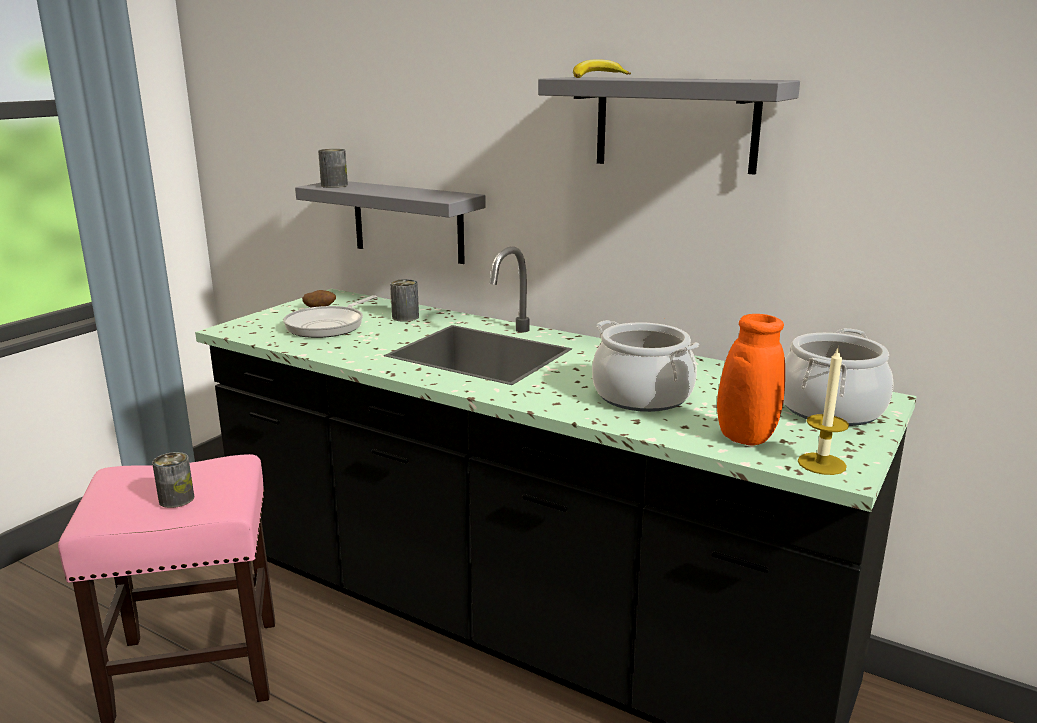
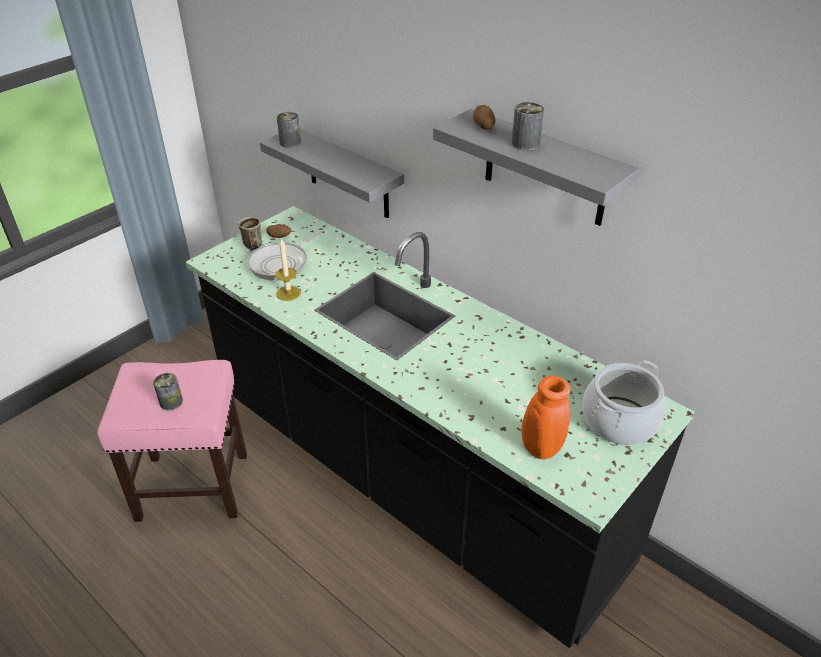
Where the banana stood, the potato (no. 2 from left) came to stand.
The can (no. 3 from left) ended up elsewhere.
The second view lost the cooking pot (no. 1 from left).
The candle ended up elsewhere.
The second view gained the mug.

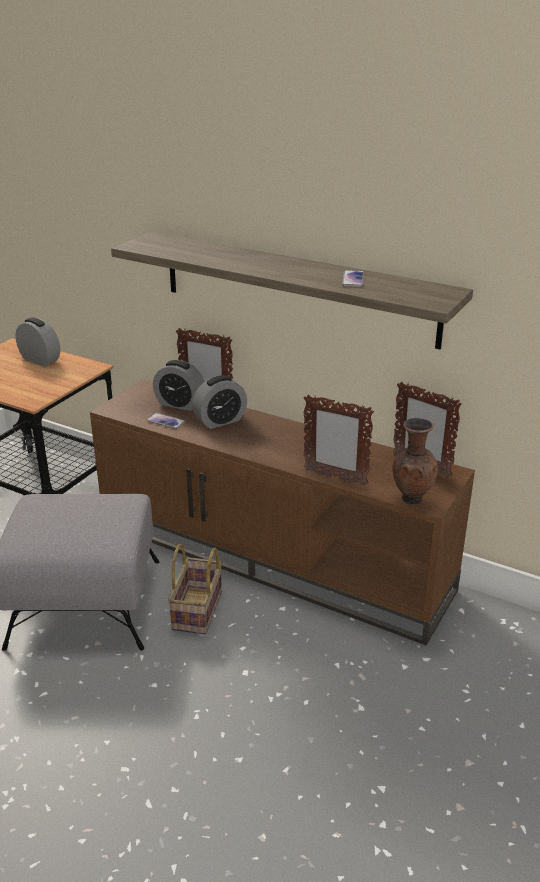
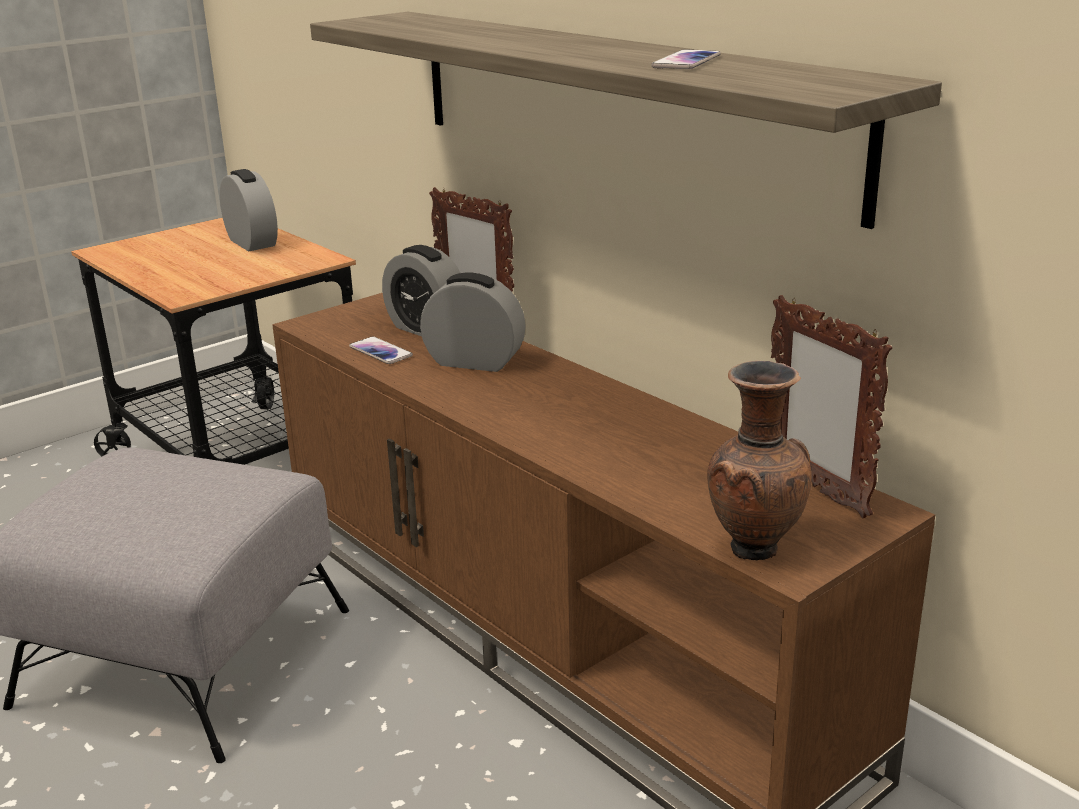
The alarm clock (no. 3 from left) ended up facing another way, 150 degrees counterclockwise from before.
The second view lost the picture frame (no. 2 from left).
The second view lost the basket.

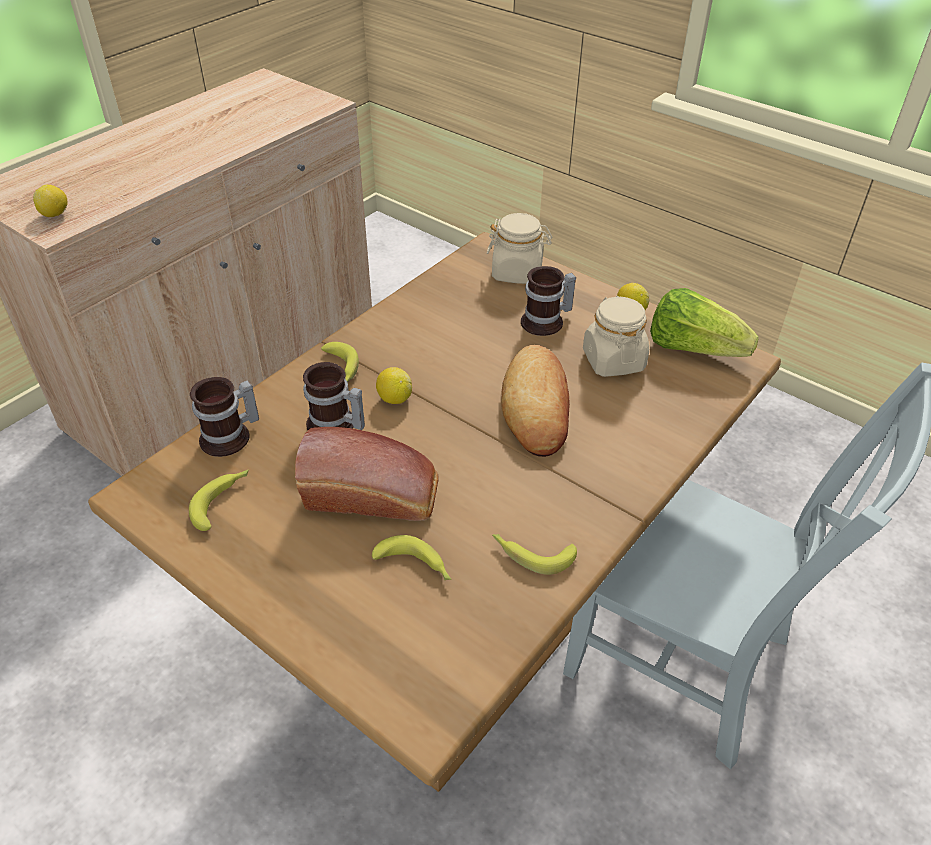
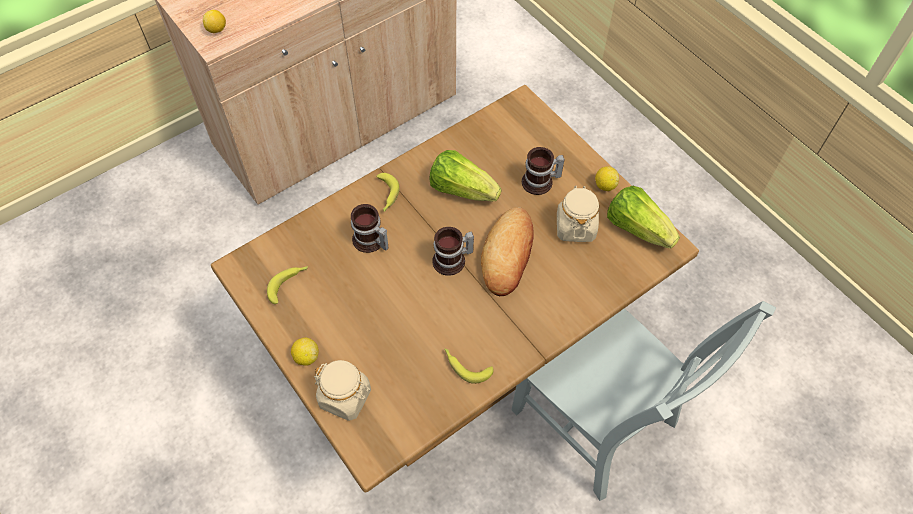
The jar (beige) (no. 1 from left) ended up elsewhere.
The lemon (no. 2 from left) ended up elsewhere.
The mug (no. 1 from left in the first image) ended up elsewhere.
The second view lost the bread (no. 1 from left).
The second view lost the banana (no. 3 from left).
The second view gained the lettuce (no. 1 from left).

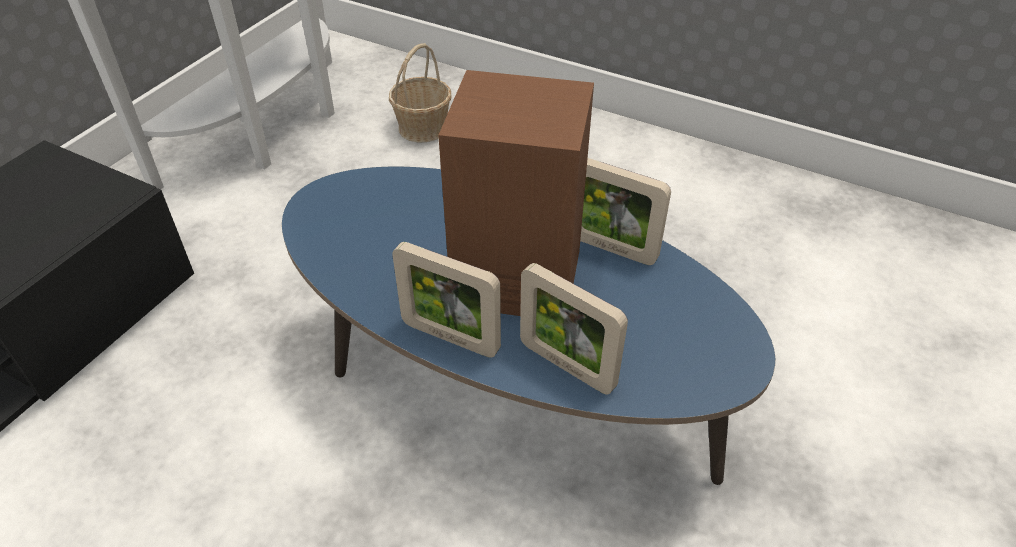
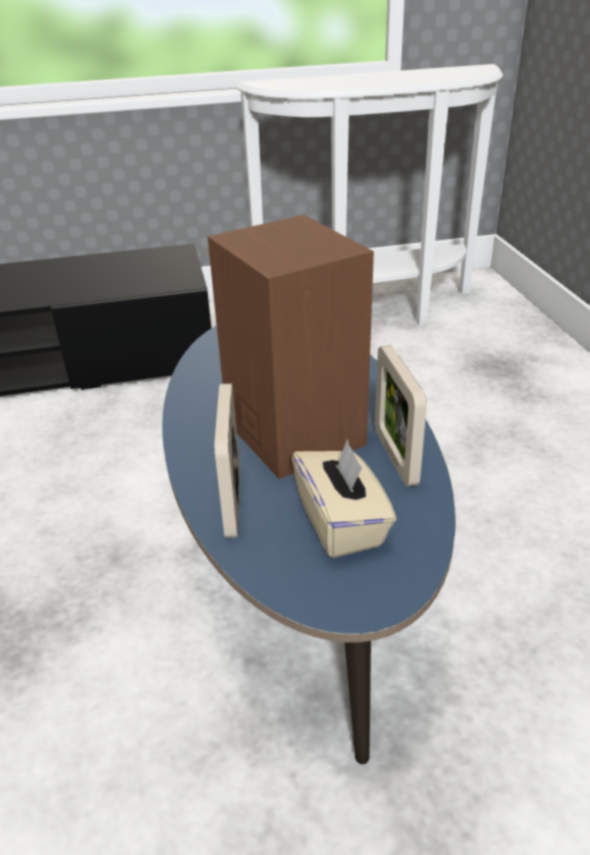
The second view lost the basket.
The second view lost the picture frame (no. 1 from left).
The second view gained the tissue box (beige).

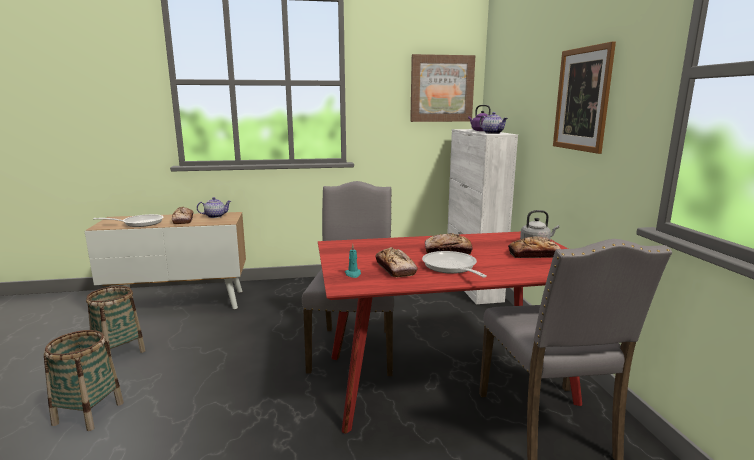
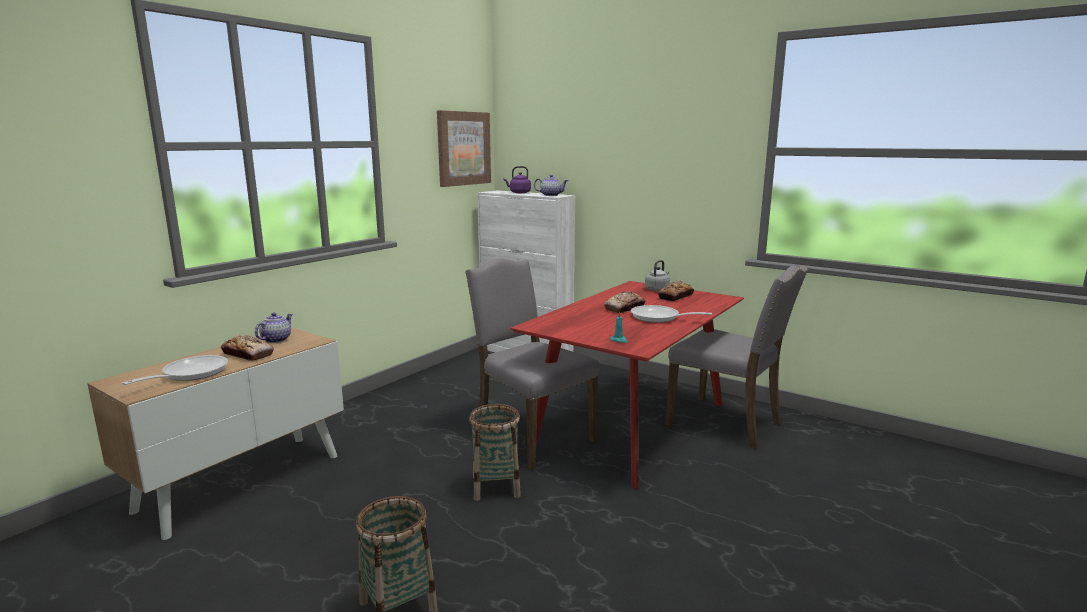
The second view lost the picture (no. 2 from left).
The second view lost the bread (no. 2 from left).
The basket (no. 2 from left) ended up elsewhere.

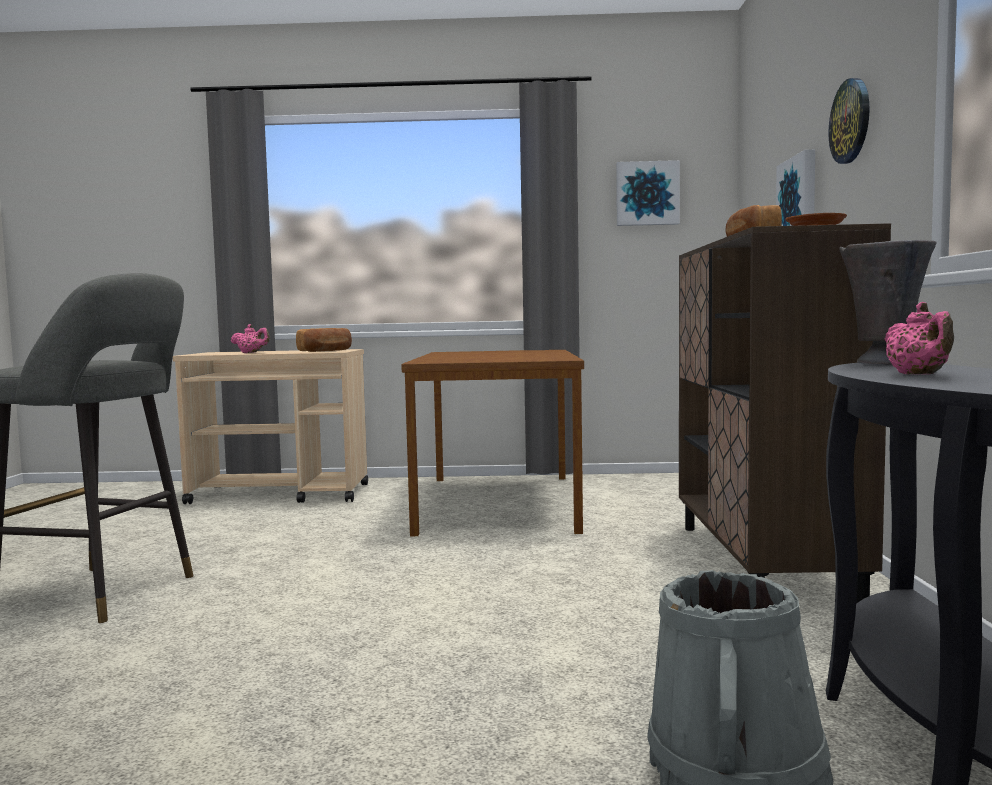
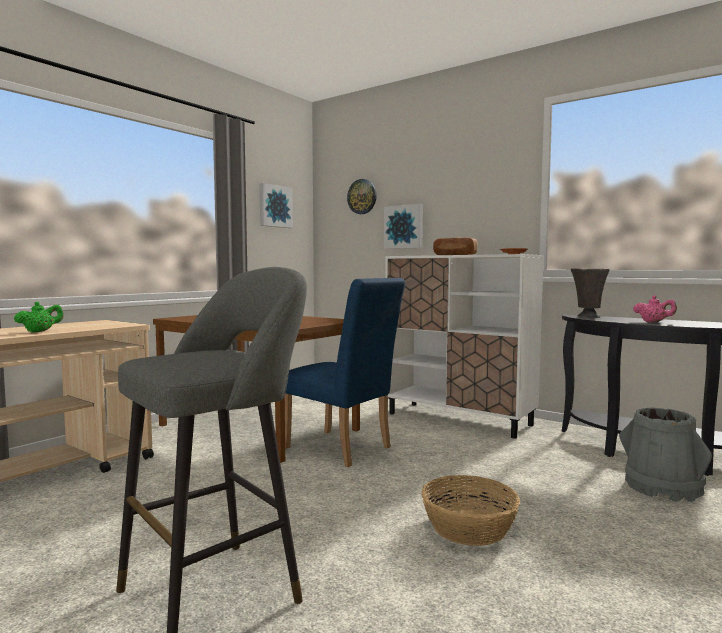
The wall clock ended up elsewhere.
What was the cabinet (brown) turned into the cabinet (white).
What was the teapot (pink) (no. 1 from left) turned into the teapot (green).
The second view lost the bread (no. 1 from left).
The second view gained the chair (blue).
The second view gained the basket.

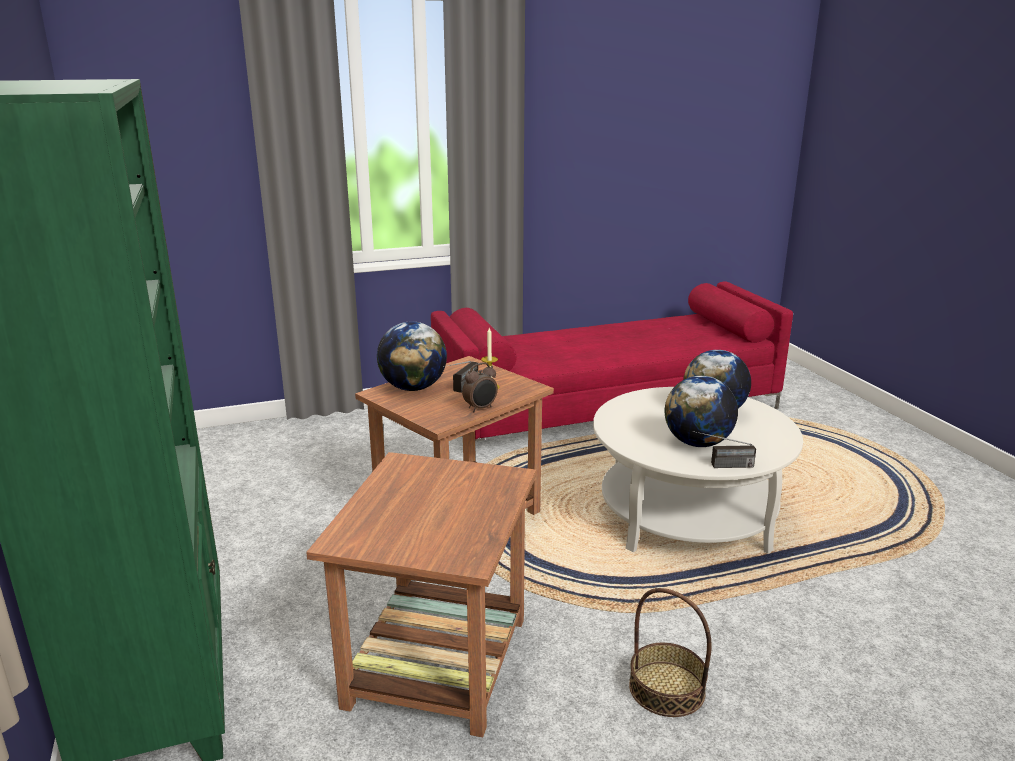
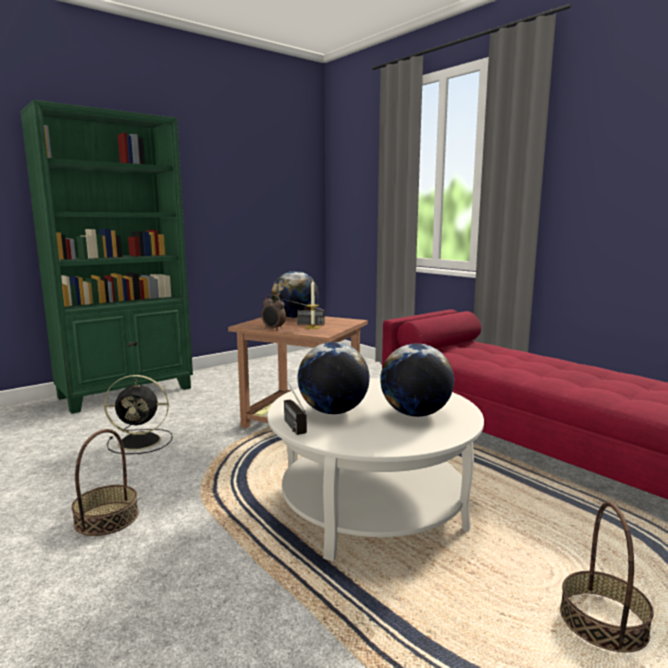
Where the side table (brown) (no. 1 from left) stood, the fan (black) came to stand.
The second view gained the basket (no. 2 from left).

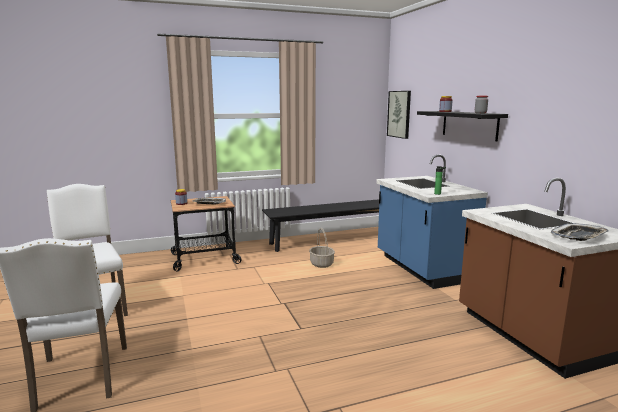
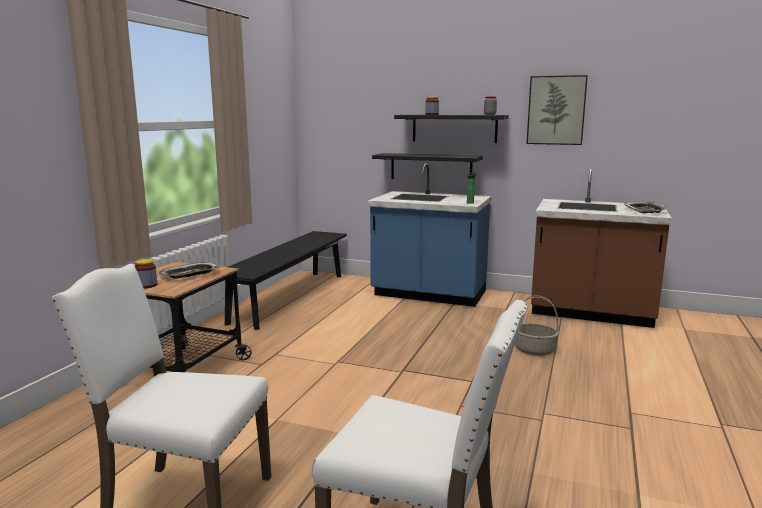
The picture ended up elsewhere.
The basket ended up elsewhere.
The second view gained the shelf (black) (no. 1 from left).

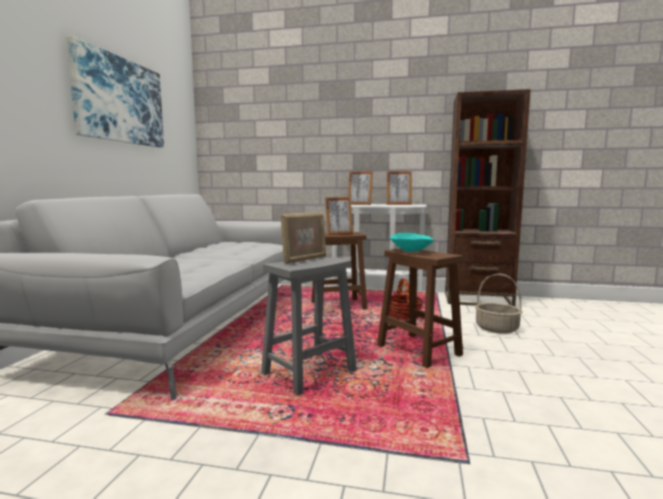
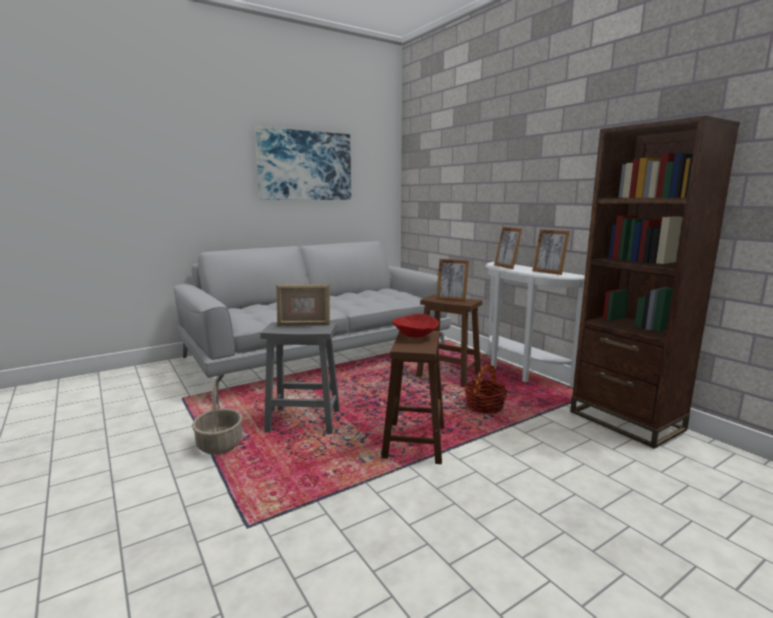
What was the bowl (turquoise) turned into the bowl (red).
The basket (no. 2 from left in the first image) ended up elsewhere.

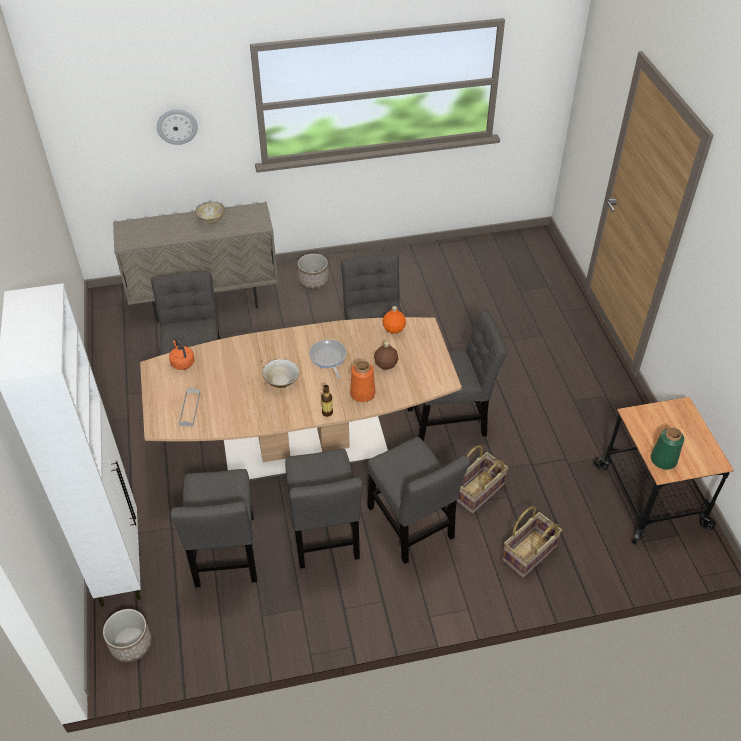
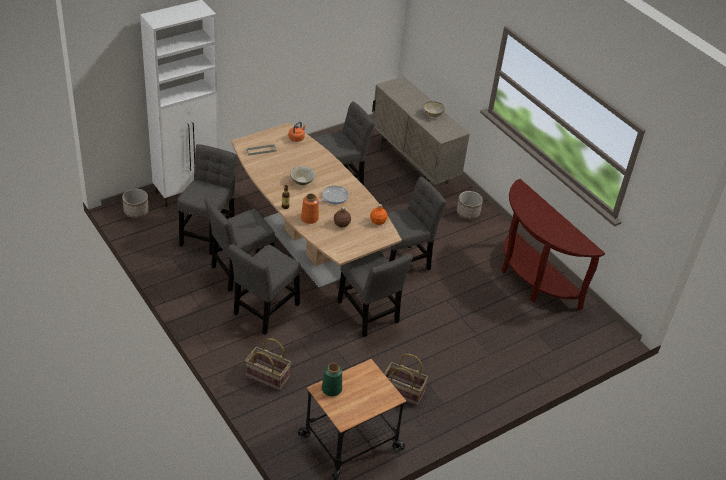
The second view lost the wall clock.
The basket (no. 1 from left in the first image) ended up elsewhere.
The chair (grey) (no. 2 from left in the first image) ended up facing another way, 135 degrees clockwise from before.
The second view gained the console table (brown).

